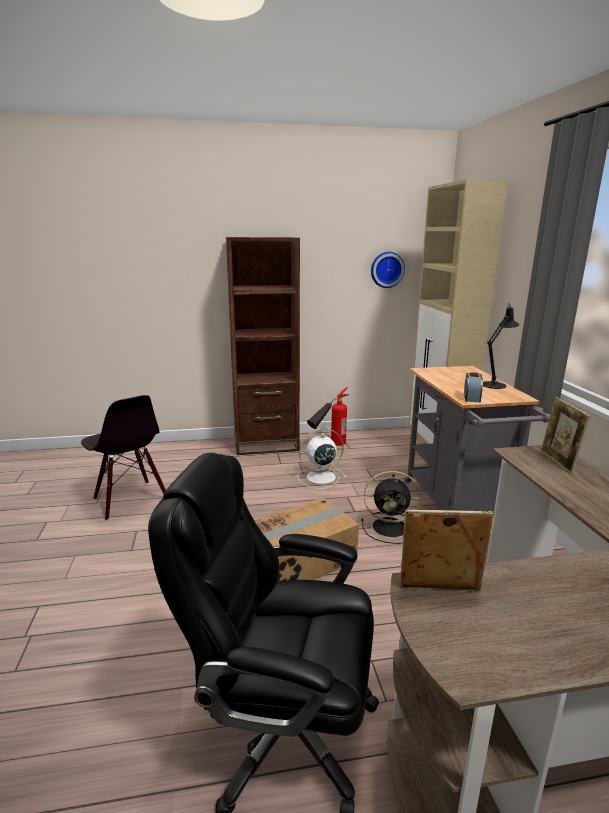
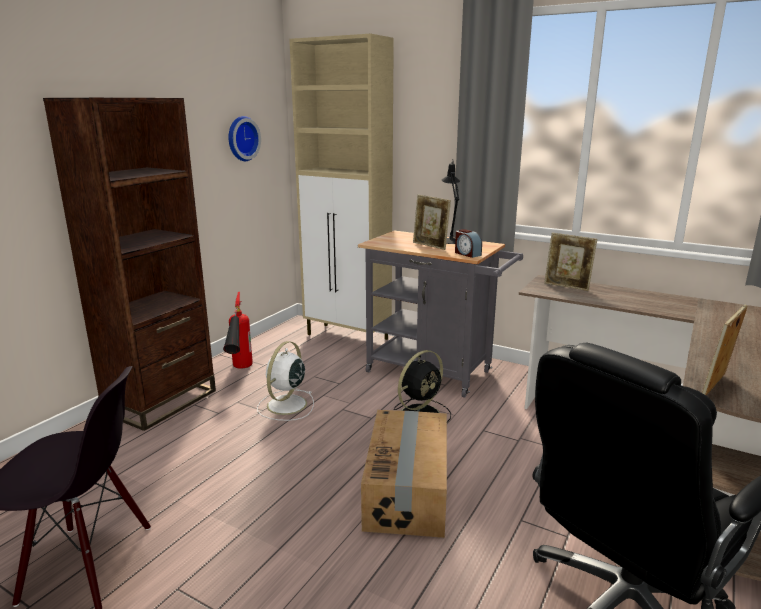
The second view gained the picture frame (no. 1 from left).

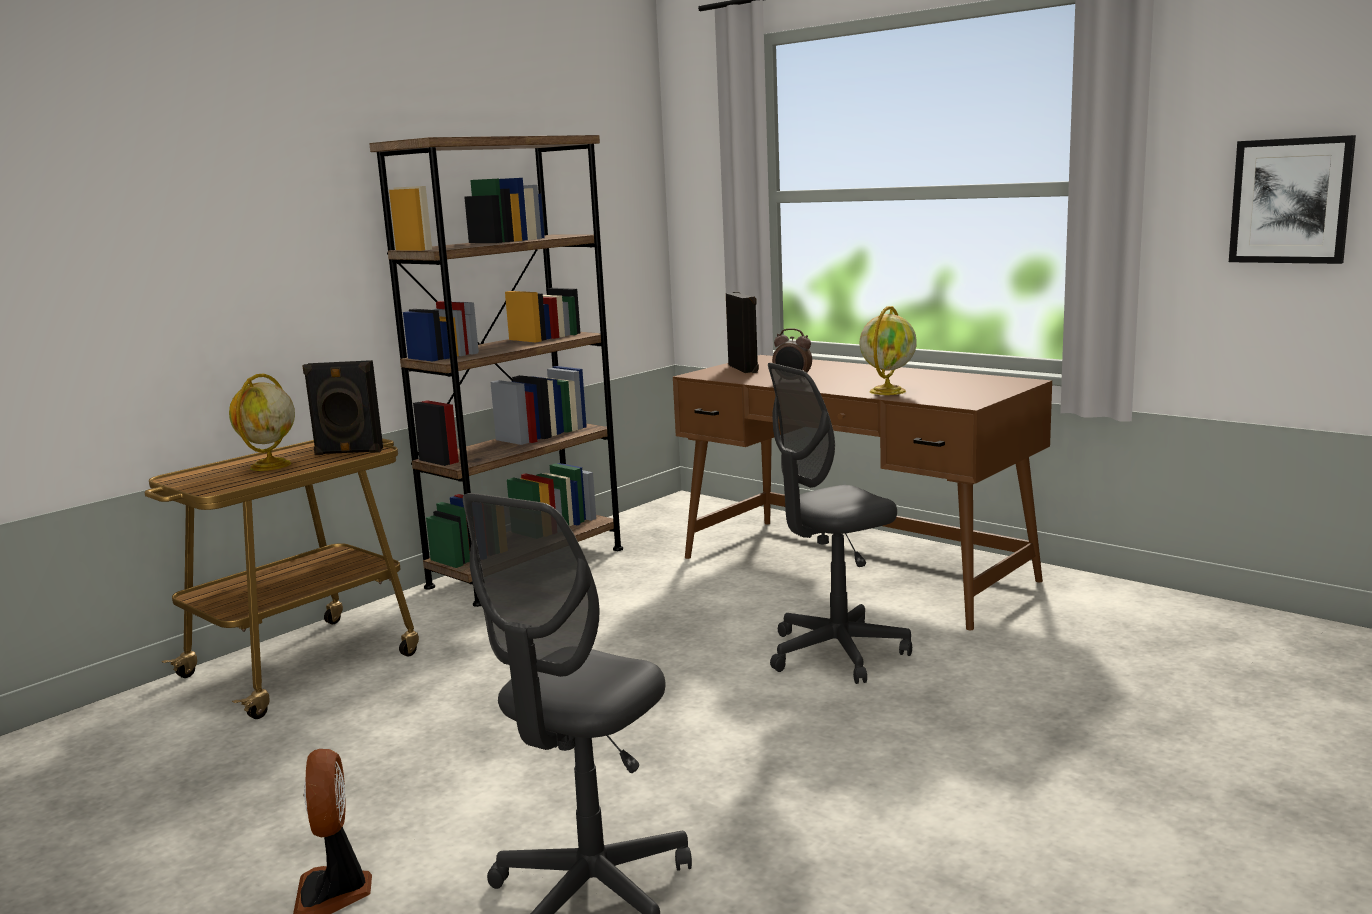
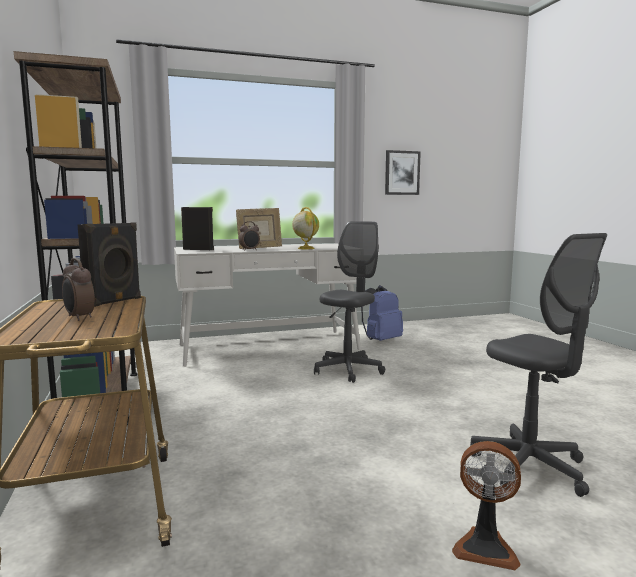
What was the desk (brown) turned into the desk (white).
The office chair (grey) (no. 2 from left in the first image) ended up facing another way, 150 degrees counterclockwise from before.
Where the globe (no. 1 from left) stood, the alarm clock (no. 1 from left) came to stand.
The second view gained the picture frame.
The second view gained the backpack (blue).

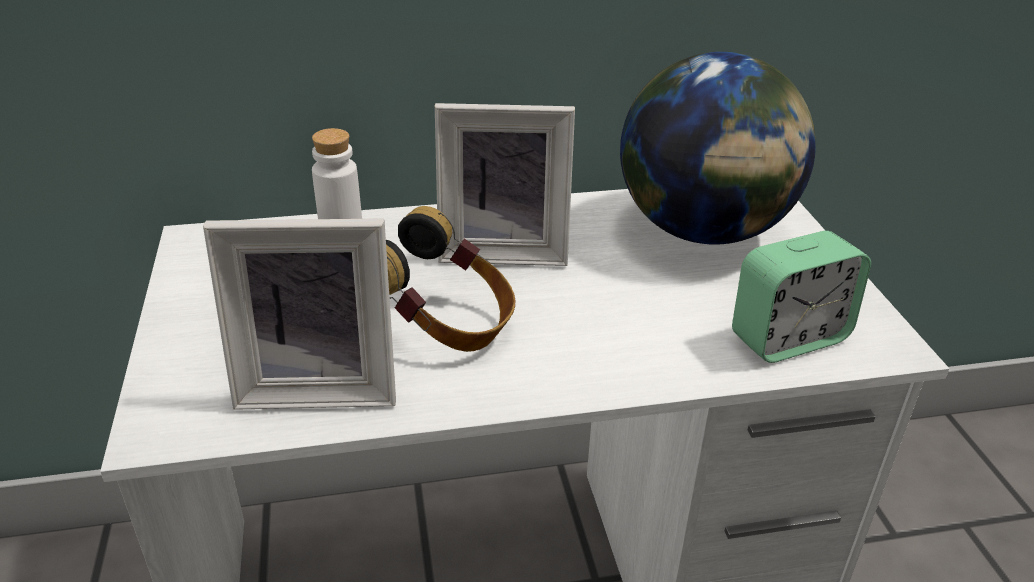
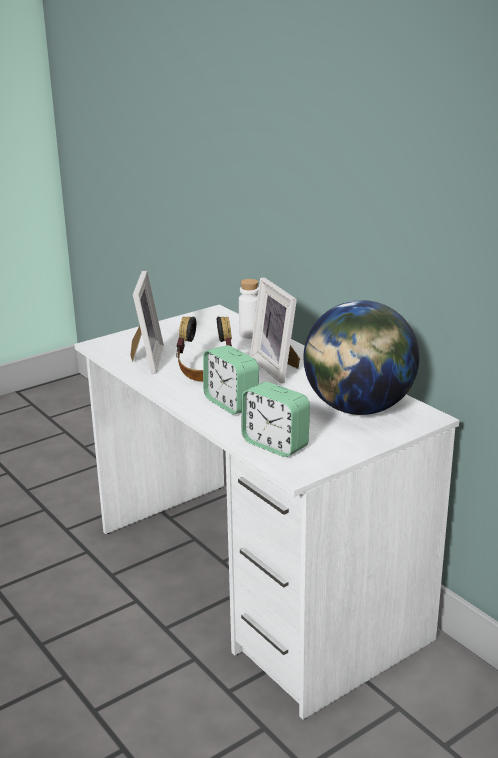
The picture frame (no. 1 from left) ended up facing another way, 150 degrees counterclockwise from before.
The second view gained the alarm clock (no. 1 from left).

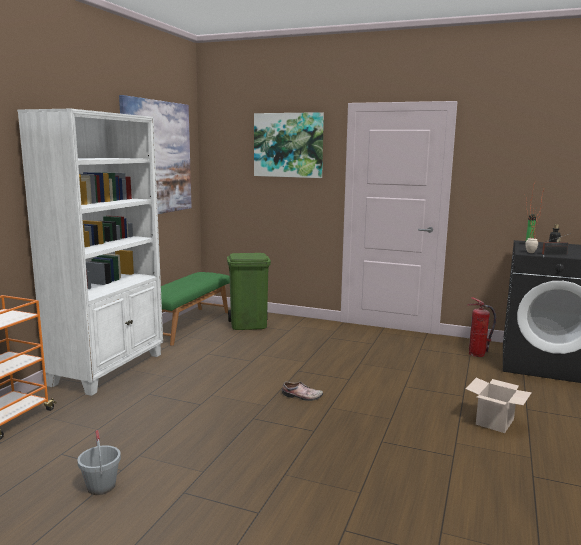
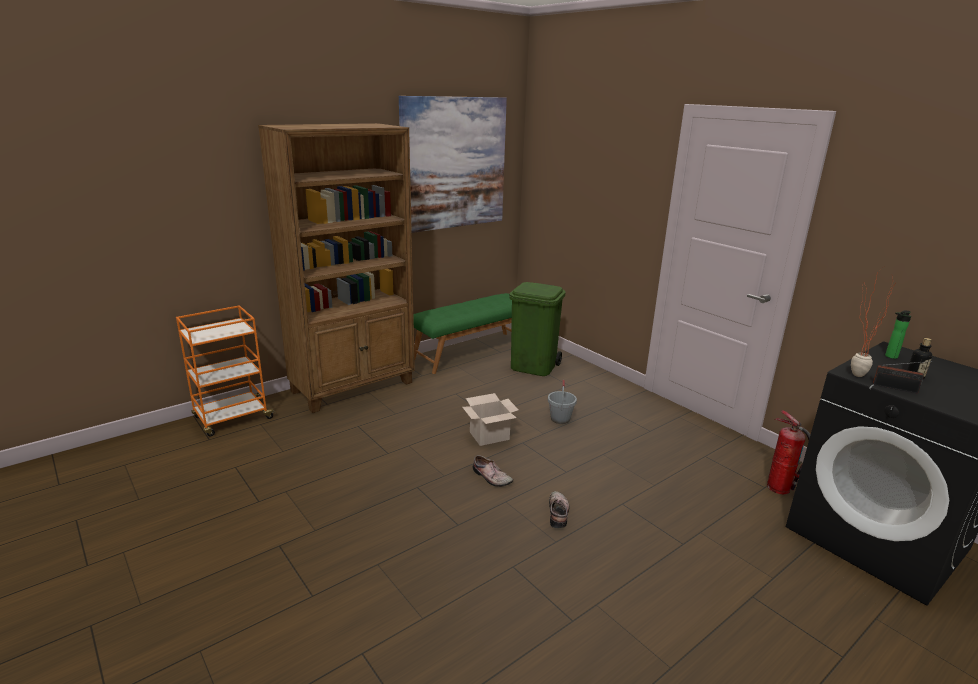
What was the bookcase (white) turned into the bookcase (brown).
The second view lost the picture (no. 2 from left).
The cardboard box ended up elsewhere.
The bucket (grey) ended up elsewhere.
The second view gained the shoe (no. 2 from left).

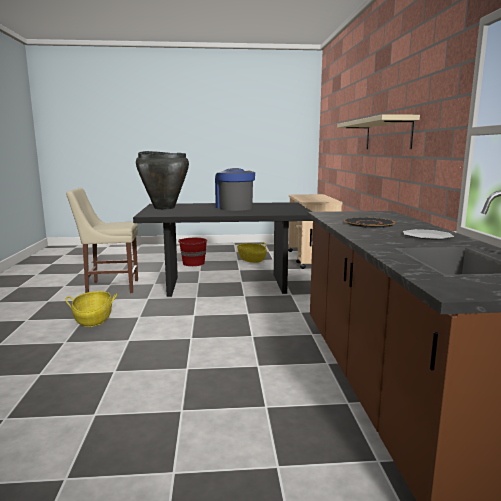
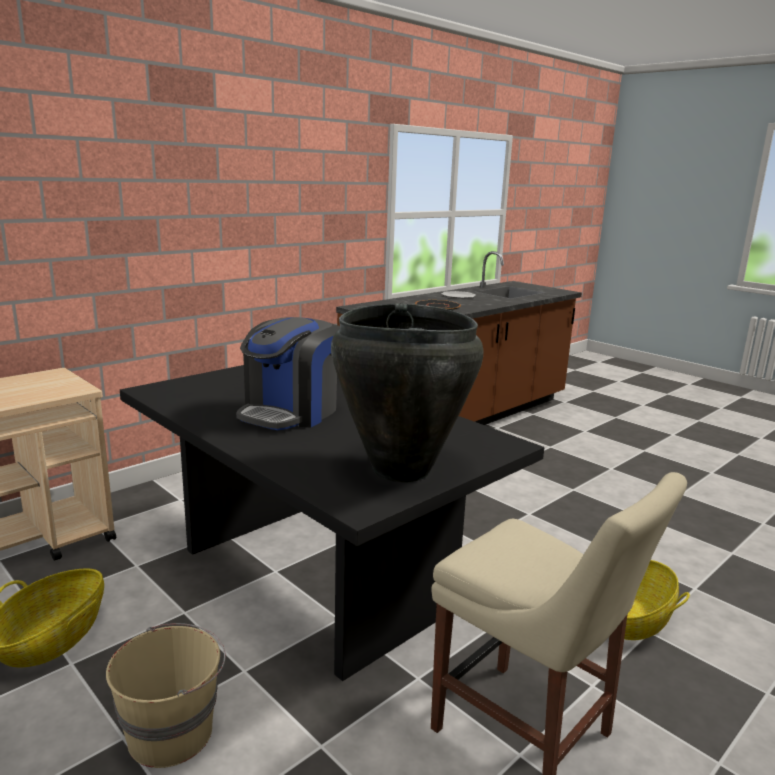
The second view lost the shelf (beige).
What was the bucket (red) turned into the bucket (beige).

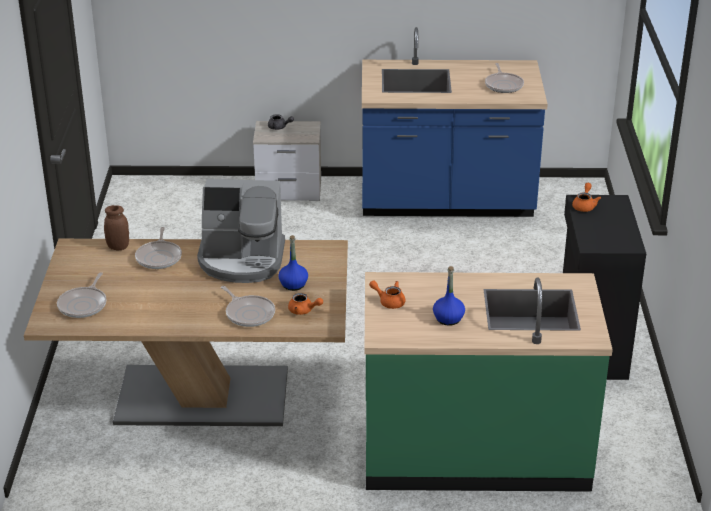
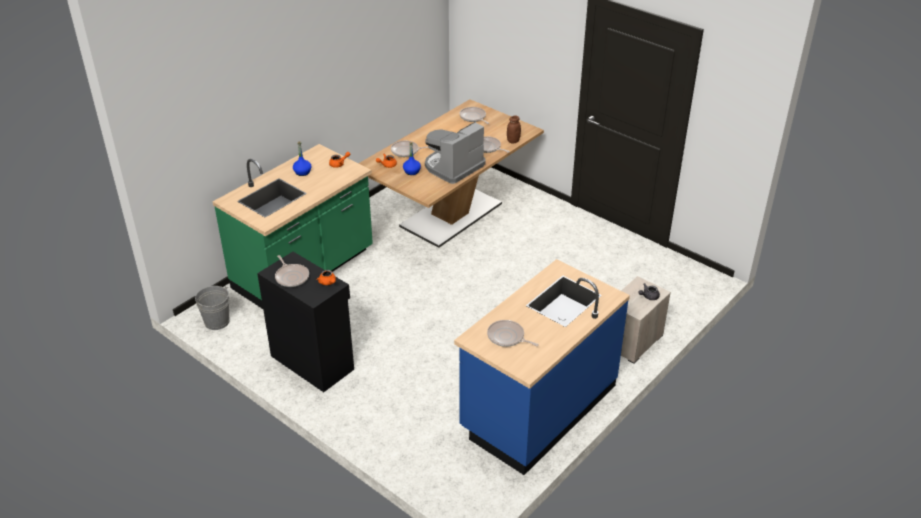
The second view gained the frying pan (no. 1 from left).
The second view gained the bucket (grey).

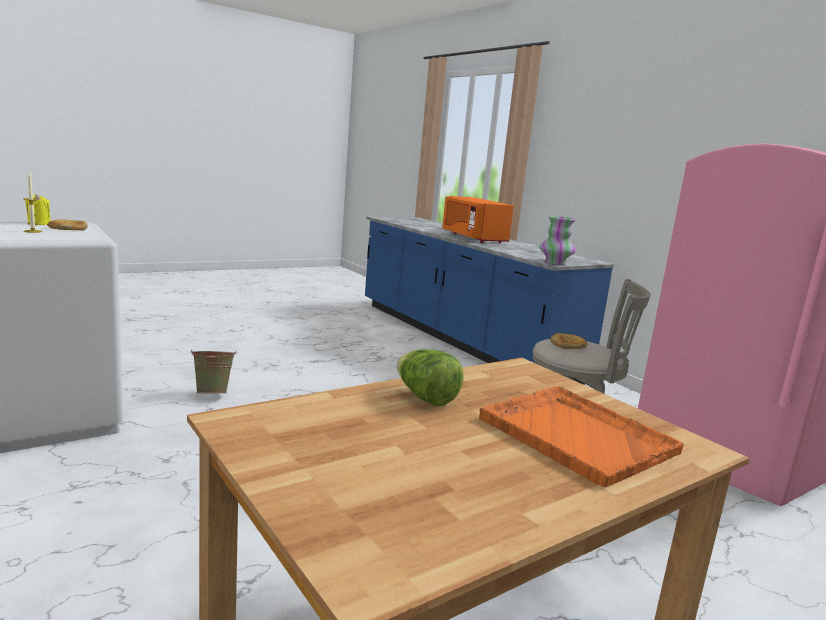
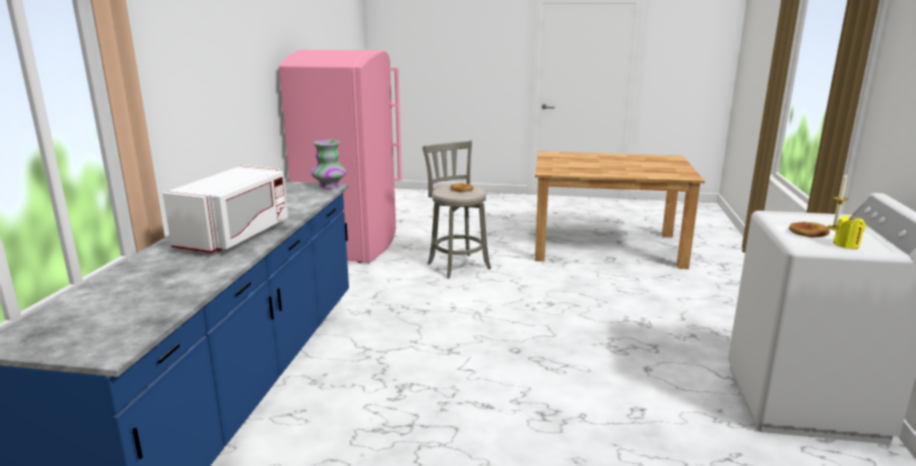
What was the microwave (orange) turned into the microwave (white).
The second view lost the bucket (green).
The second view lost the lettuce.
The second view lost the tray (orange).

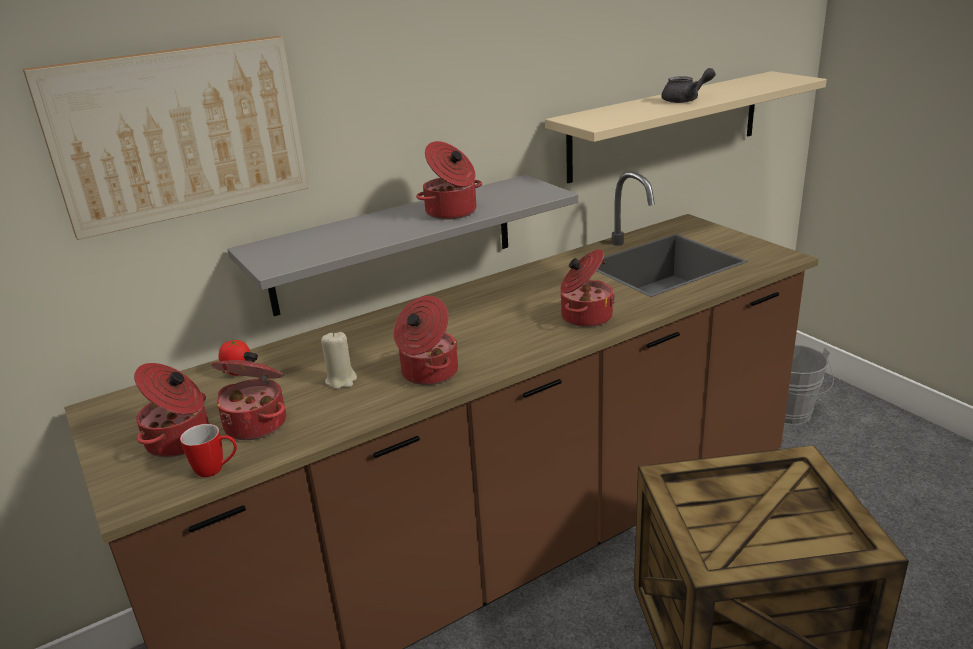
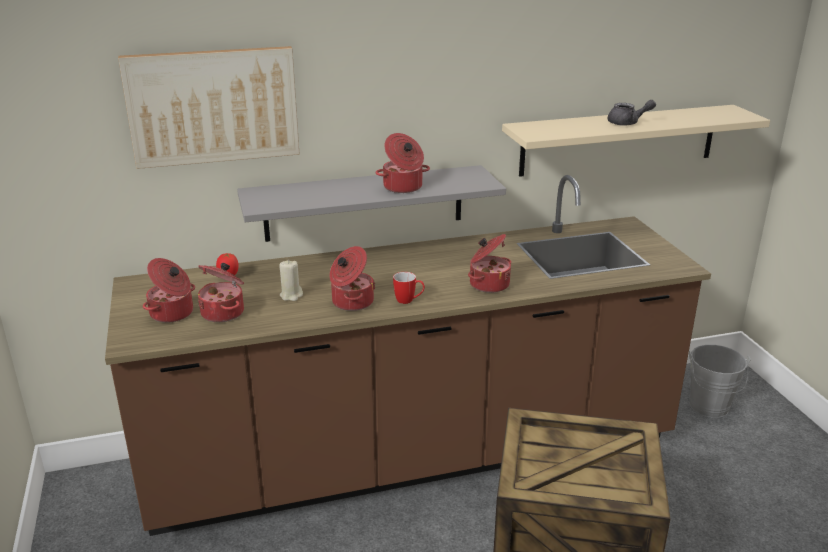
The mug ended up elsewhere.

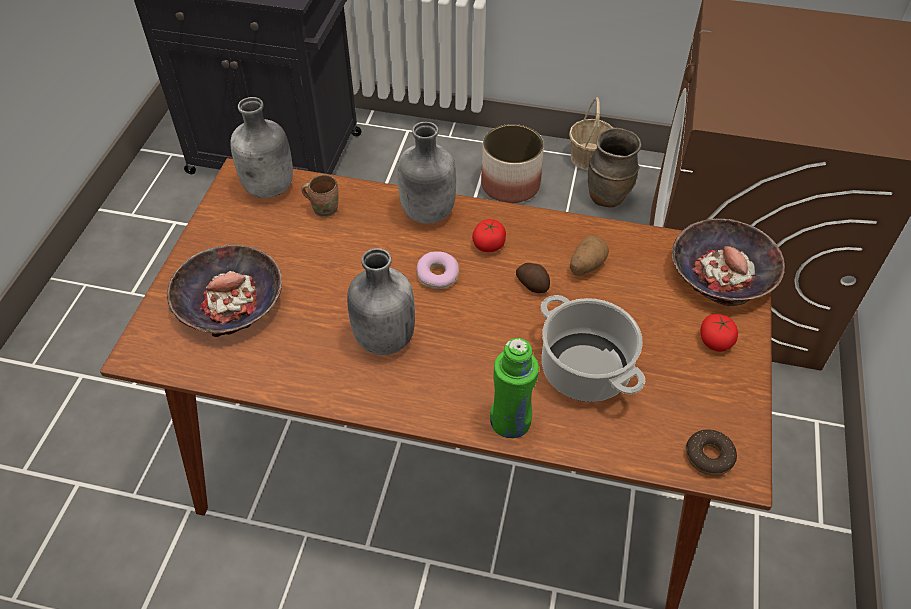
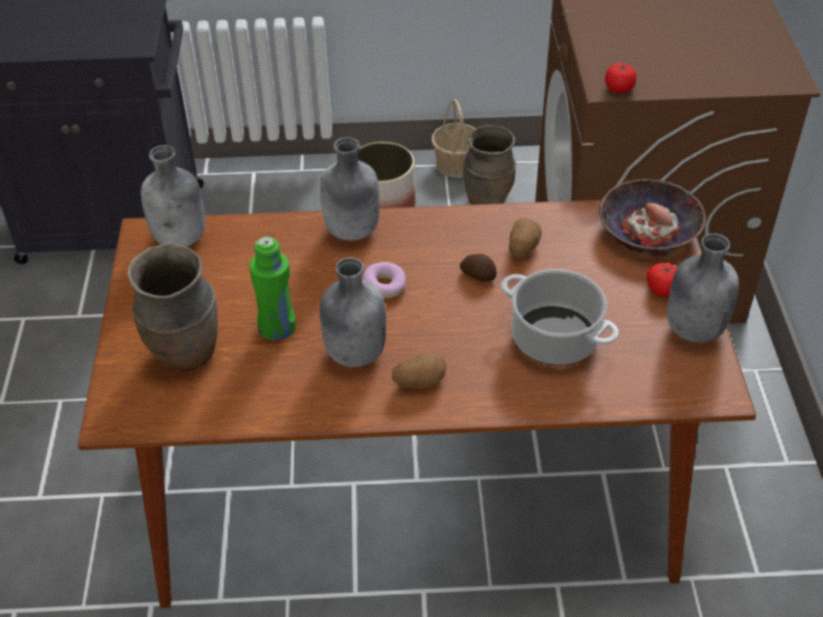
The second view lost the mug (brown).
The tomato (no. 1 from left) ended up elsewhere.
Where the bowl (no. 1 from left) stood, the vase (brown) (no. 1 from left) came to stand.
The bottle (green) ended up elsewhere.
The second view lost the donut (no. 2 from left).
The second view gained the bottle (grey) (no. 4 from left).
The second view gained the potato (no. 1 from left).

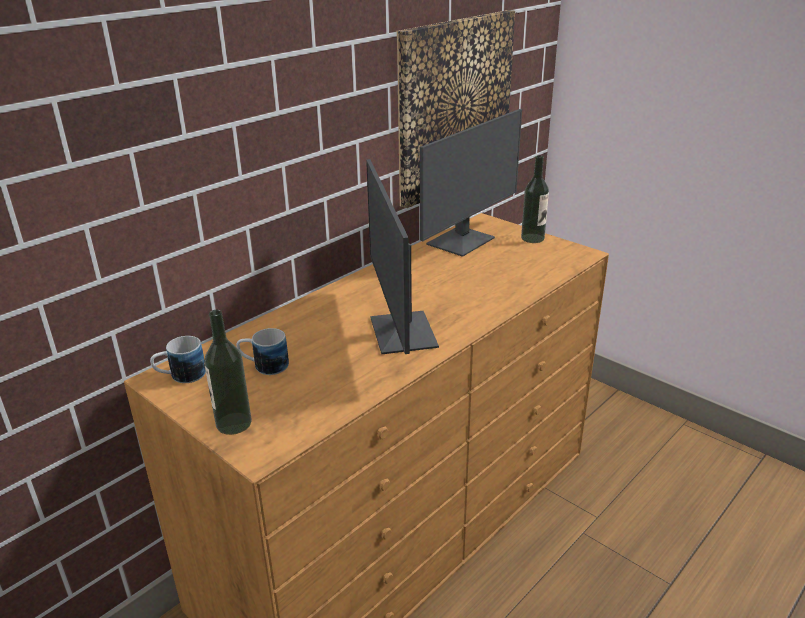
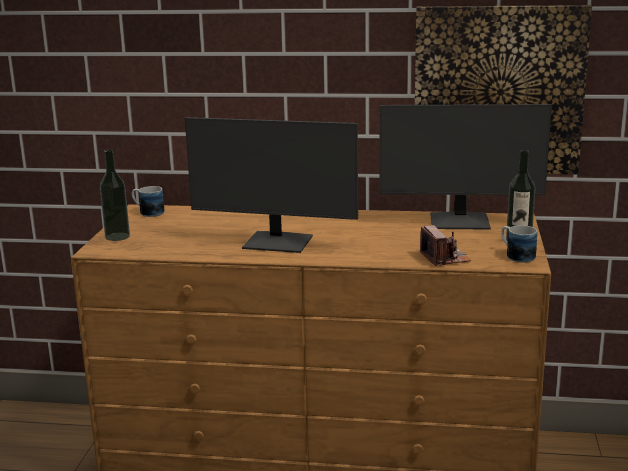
The monitor (no. 1 from left) ended up facing another way, 120 degrees counterclockwise from before.
The mug (no. 2 from left) ended up elsewhere.
The second view gained the photo camera.

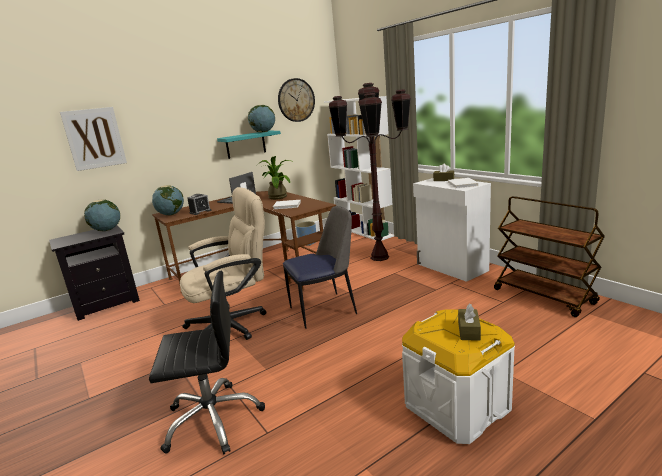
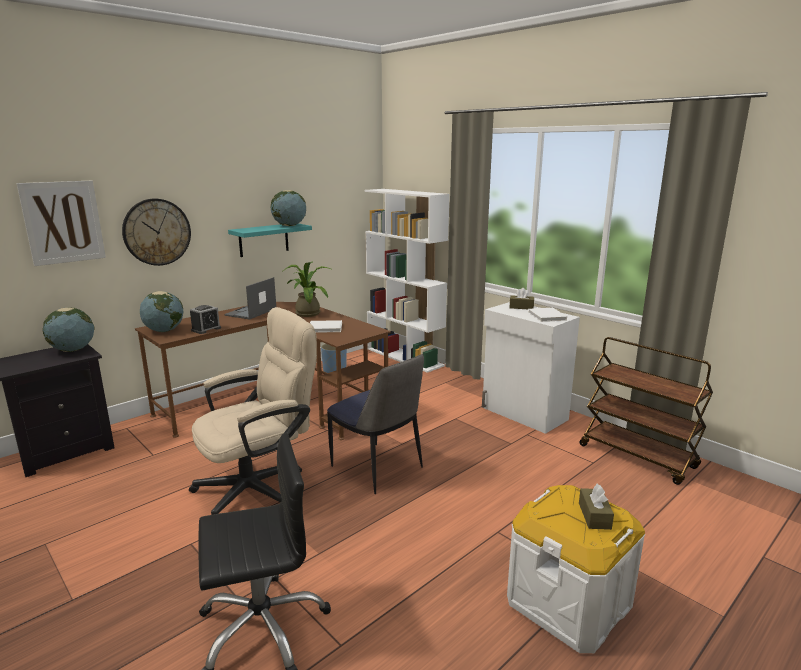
The wall clock ended up elsewhere.
The second view lost the floor lamp (brown).
The chair ended up facing another way, 75 degrees clockwise from before.

